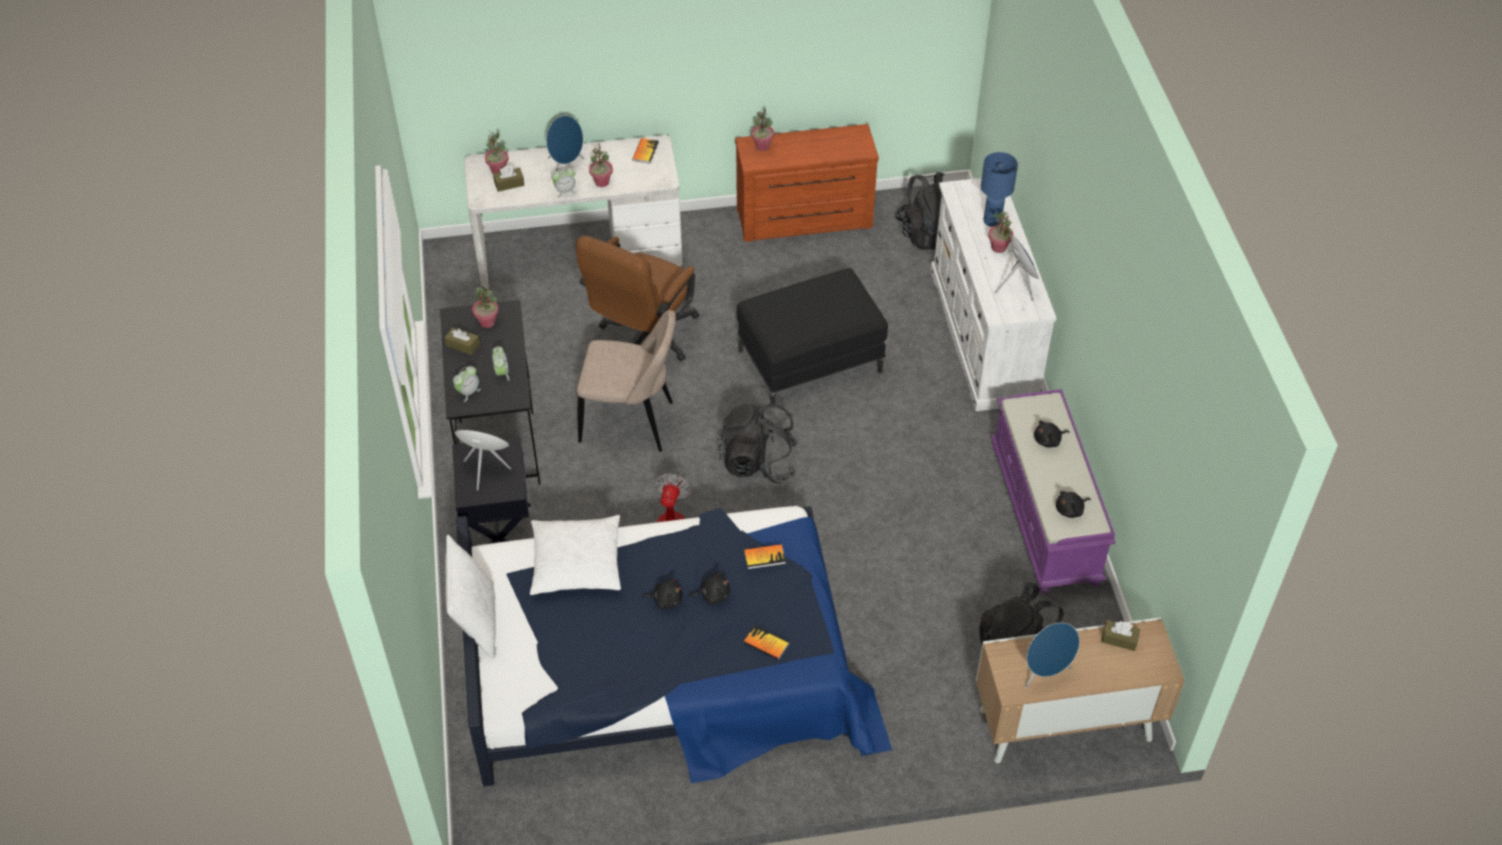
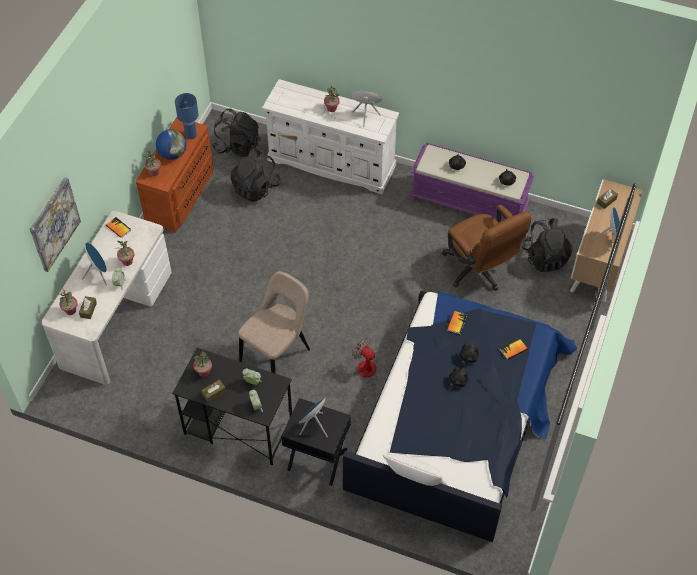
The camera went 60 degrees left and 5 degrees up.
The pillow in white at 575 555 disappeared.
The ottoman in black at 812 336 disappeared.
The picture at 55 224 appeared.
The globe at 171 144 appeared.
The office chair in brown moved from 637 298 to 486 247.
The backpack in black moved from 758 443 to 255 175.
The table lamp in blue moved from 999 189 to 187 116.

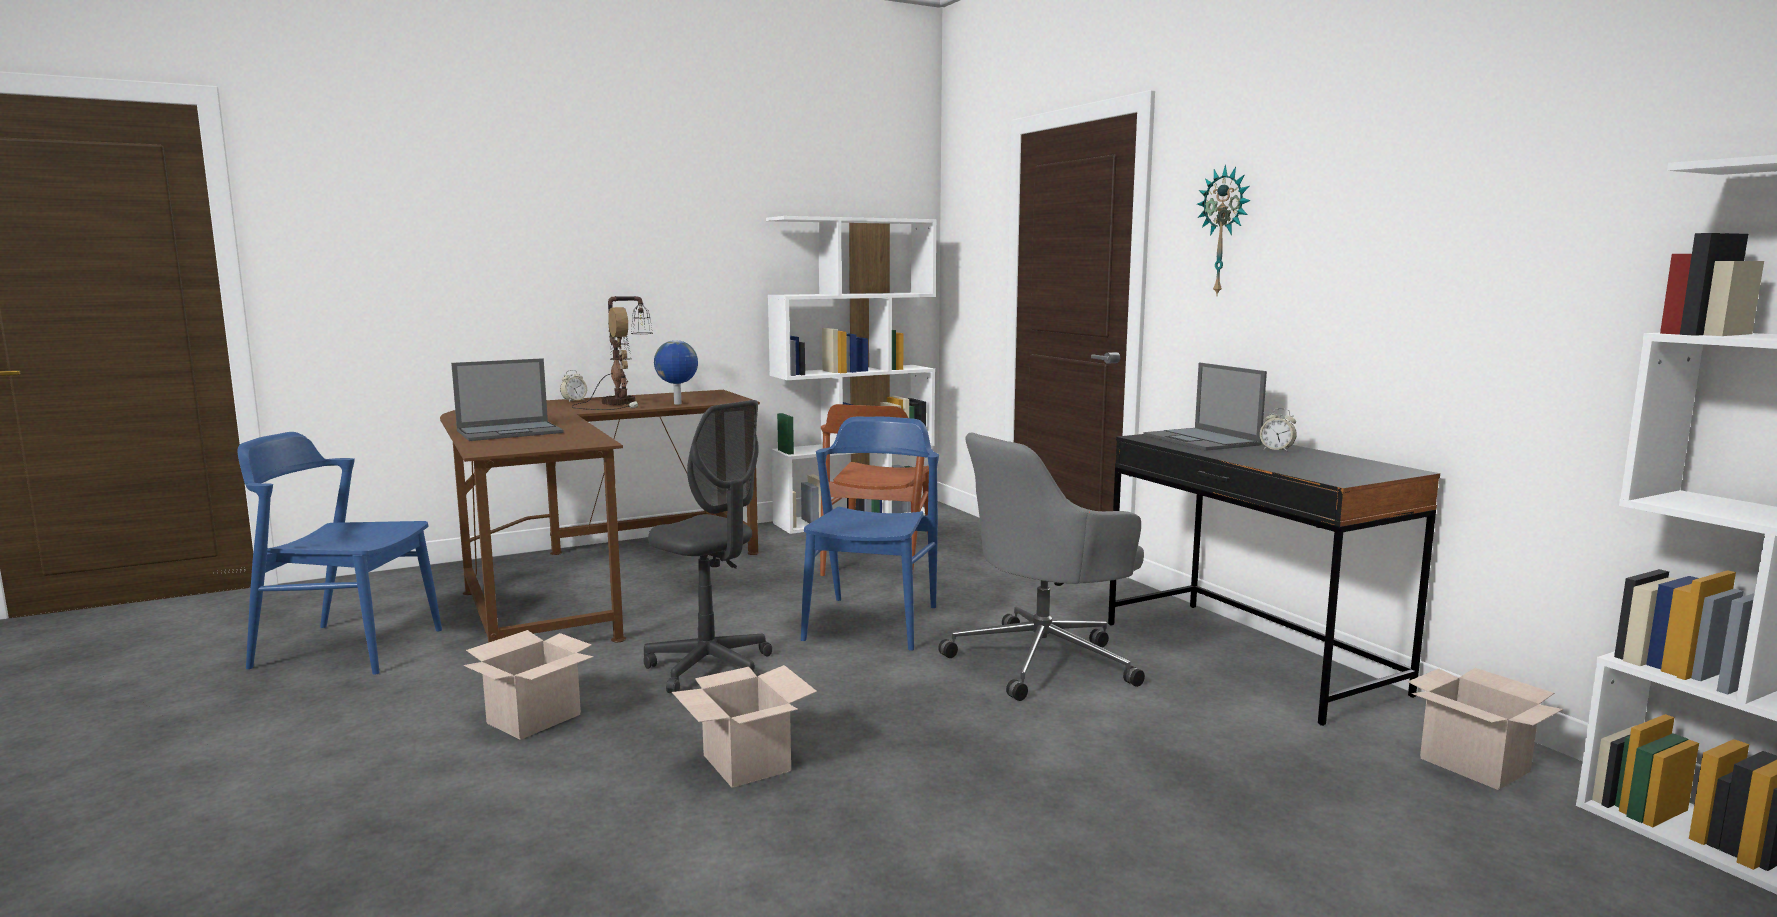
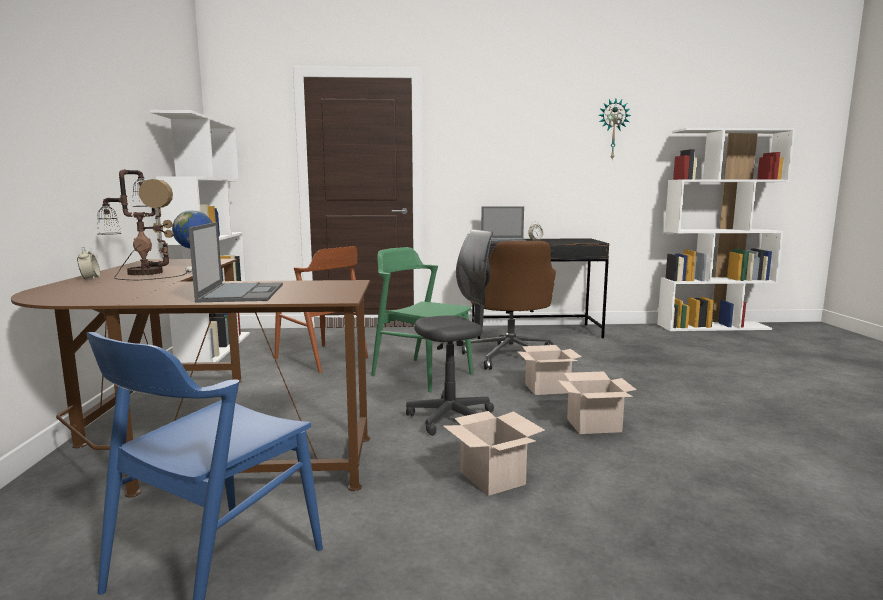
The camera went 65 degrees left and 0 degrees up.
The wall clock moved from 1224 231 to 615 129.
The cardboard box moved from 1485 729 to 549 370.
The chair in blue at 870 534 became the chair in green at 422 319.
The office chair in grey at 1041 567 became the office chair in brown at 509 305.

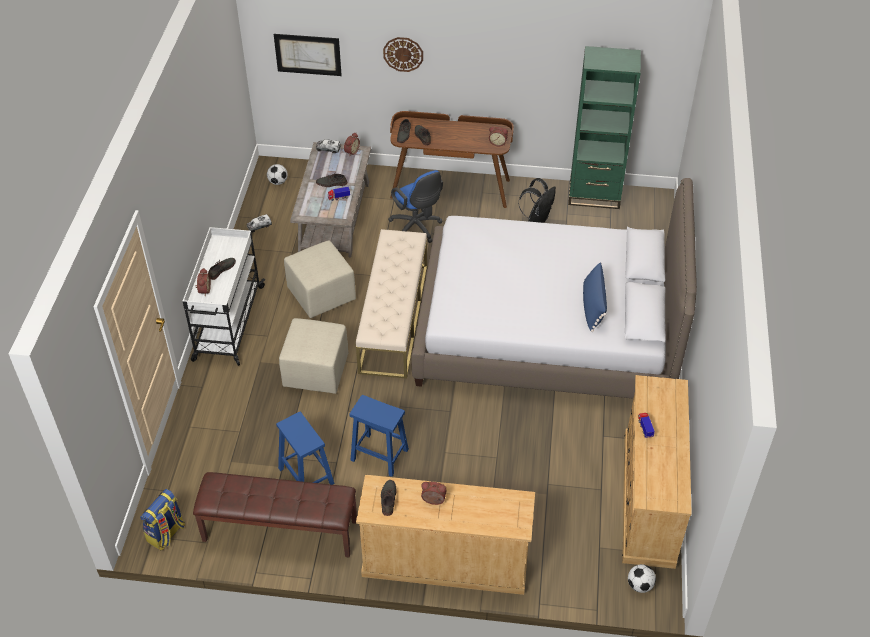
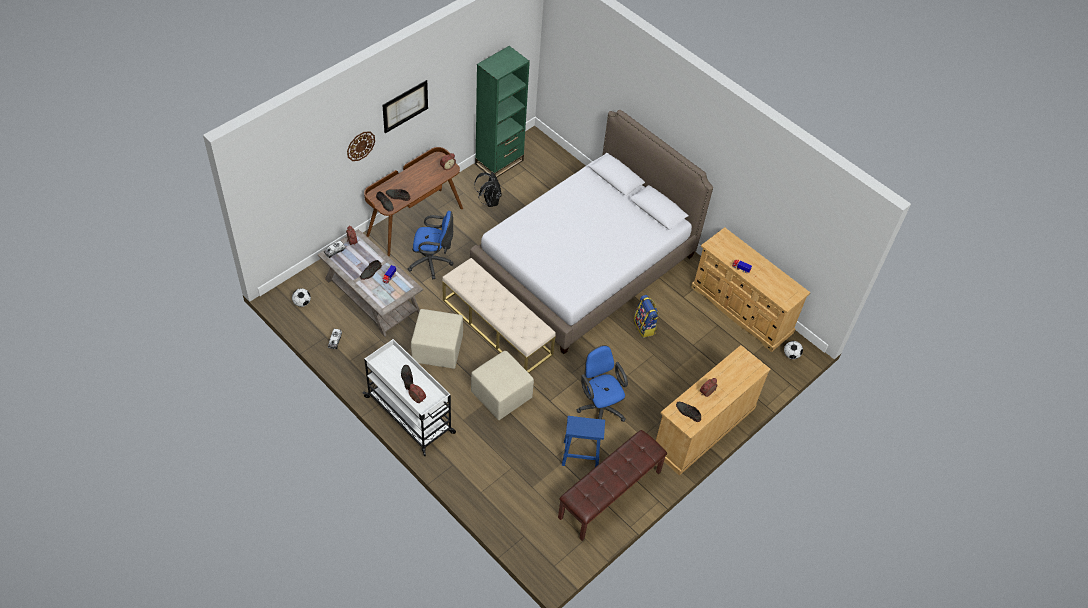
The camera went 55 degrees left and 5 degrees up.
The pillow in blue at 595 297 disappeared.
The backpack moved from 162 519 to 646 316.
The picture moved from 308 55 to 405 106.
The stool in blue at 379 436 was replaced by the office chair in blue at 602 383.

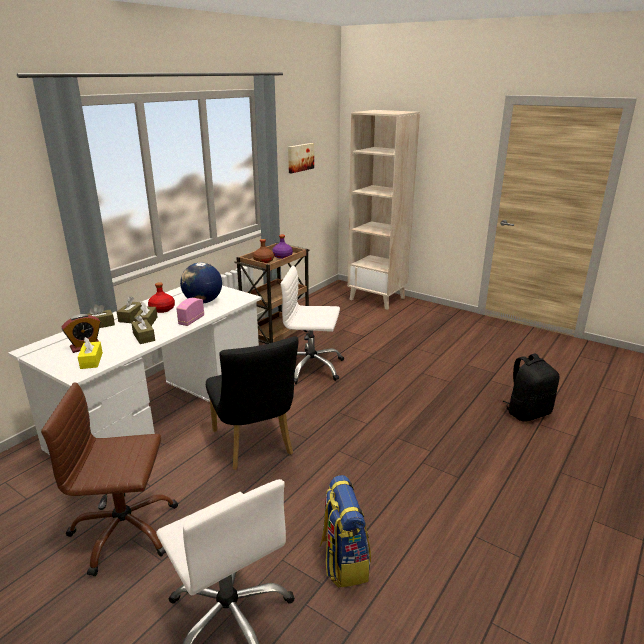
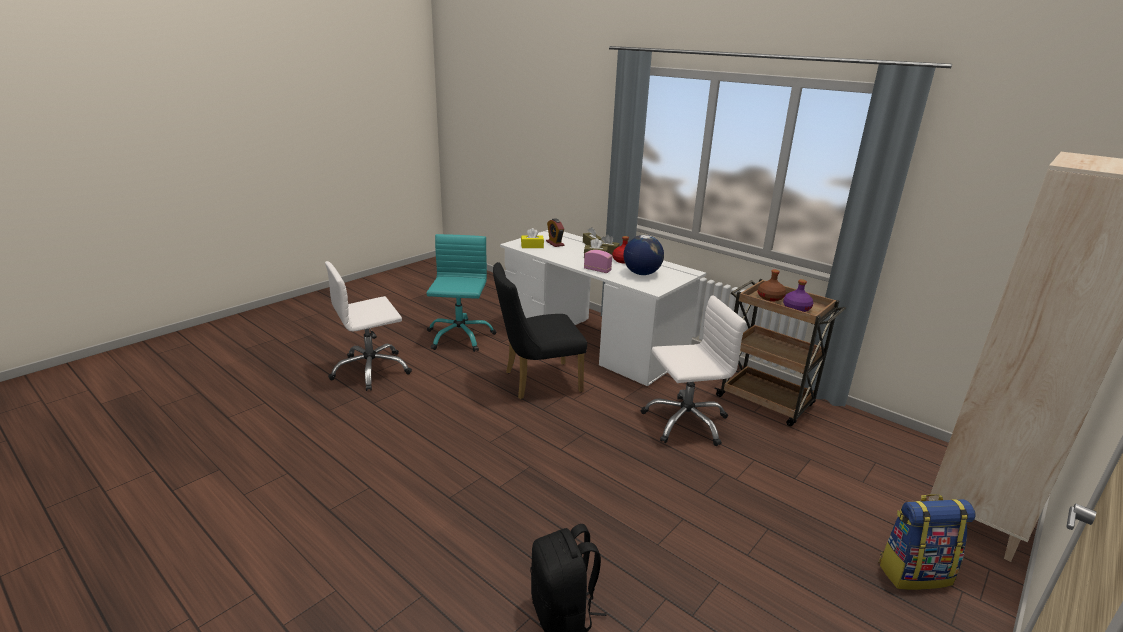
The camera went 95 degrees right and 0 degrees up.
The tissue box in brown at 143 329 disappeared.
The picture at 301 158 disappeared.
The backpack moved from 345 531 to 927 542.
The office chair in brown at 109 479 became the office chair in turquoise at 461 293.
The office chair in white at 312 325 turned 60 degrees clockwise.

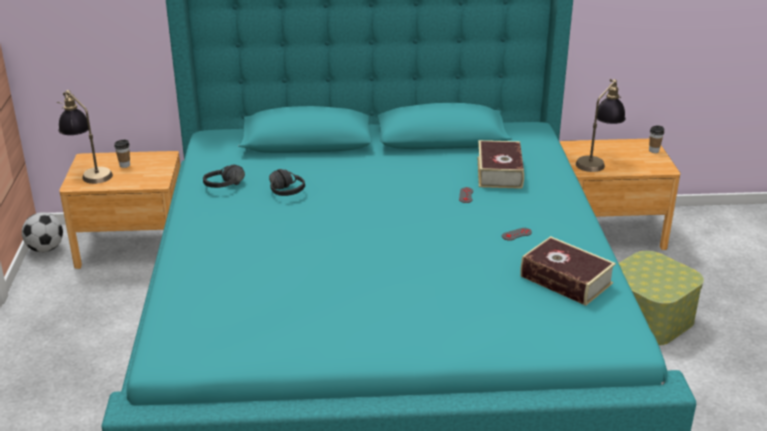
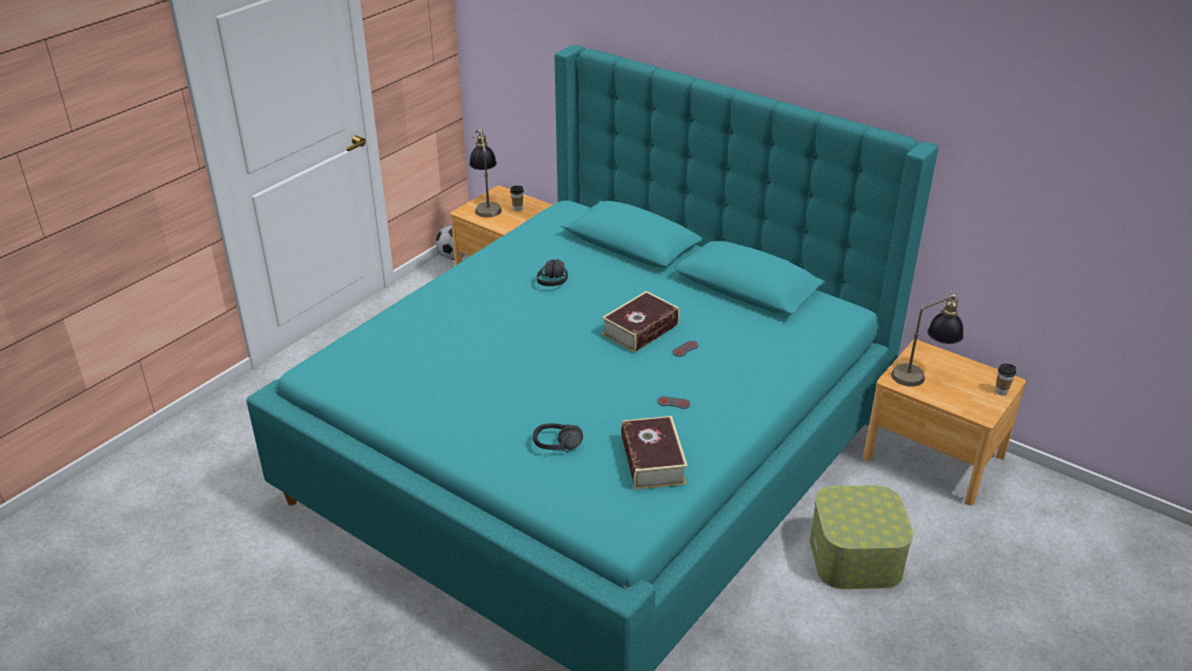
The camera went 40 degrees right and 5 degrees up.
The headphones in black moved from 224 176 to 558 437.
The book moved from 501 164 to 641 322.

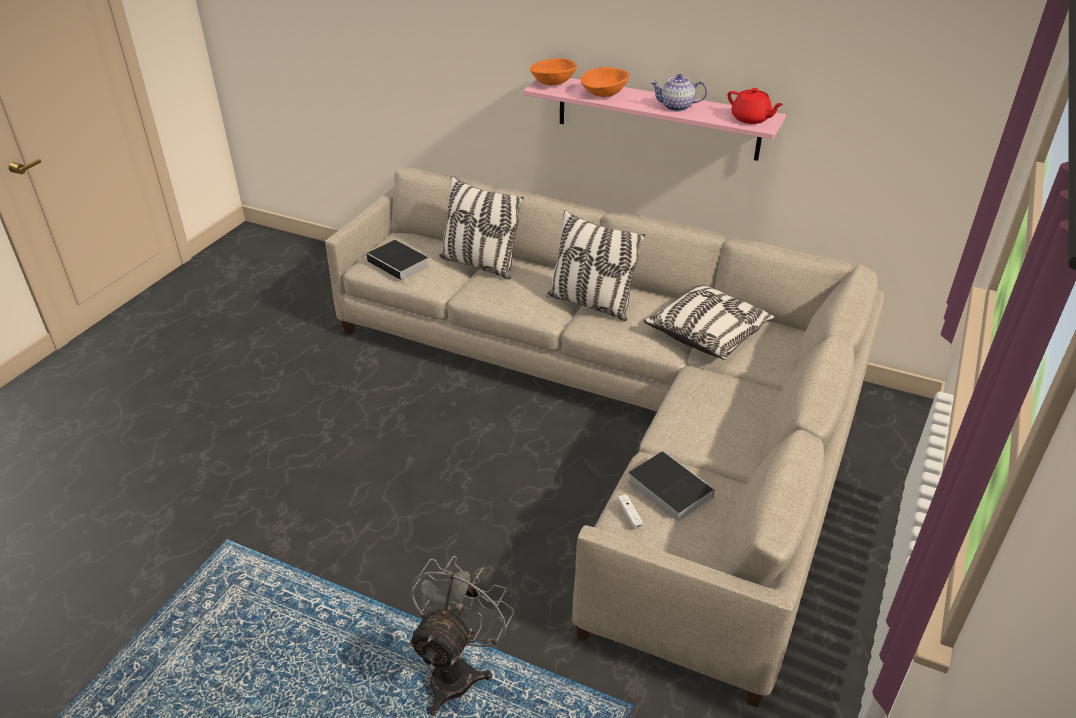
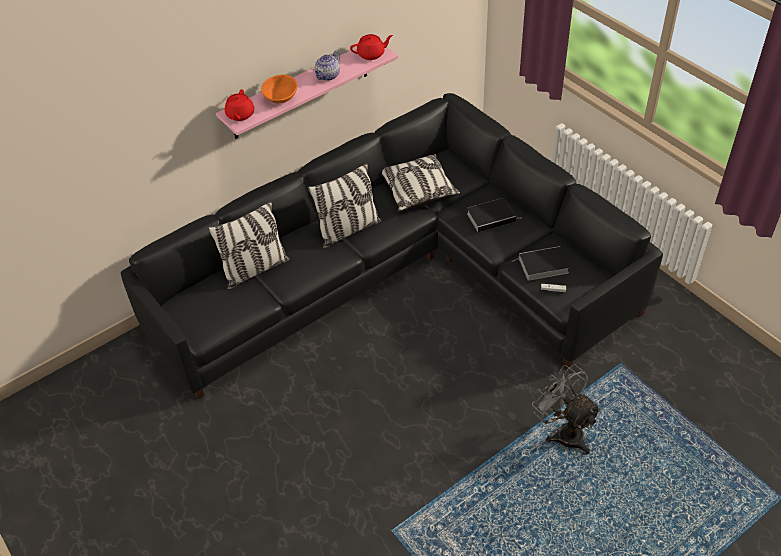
The camera went 60 degrees left and 10 degrees up.
The book moved from 398 261 to 494 215.
The bowl in orange at 553 72 was replaced by the teapot in red at 239 105.
The sofa in beige at 604 438 became the sofa in black at 392 246.

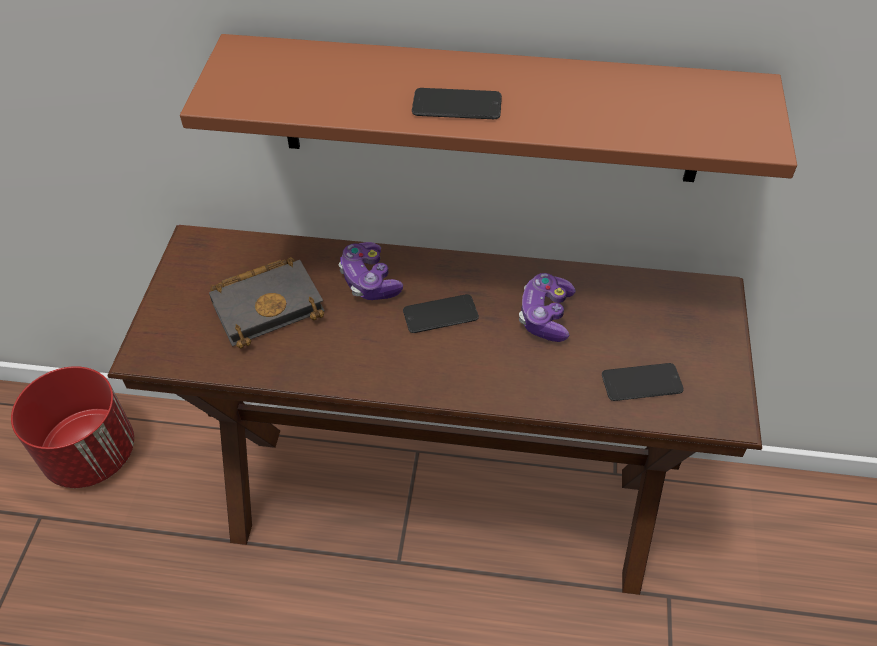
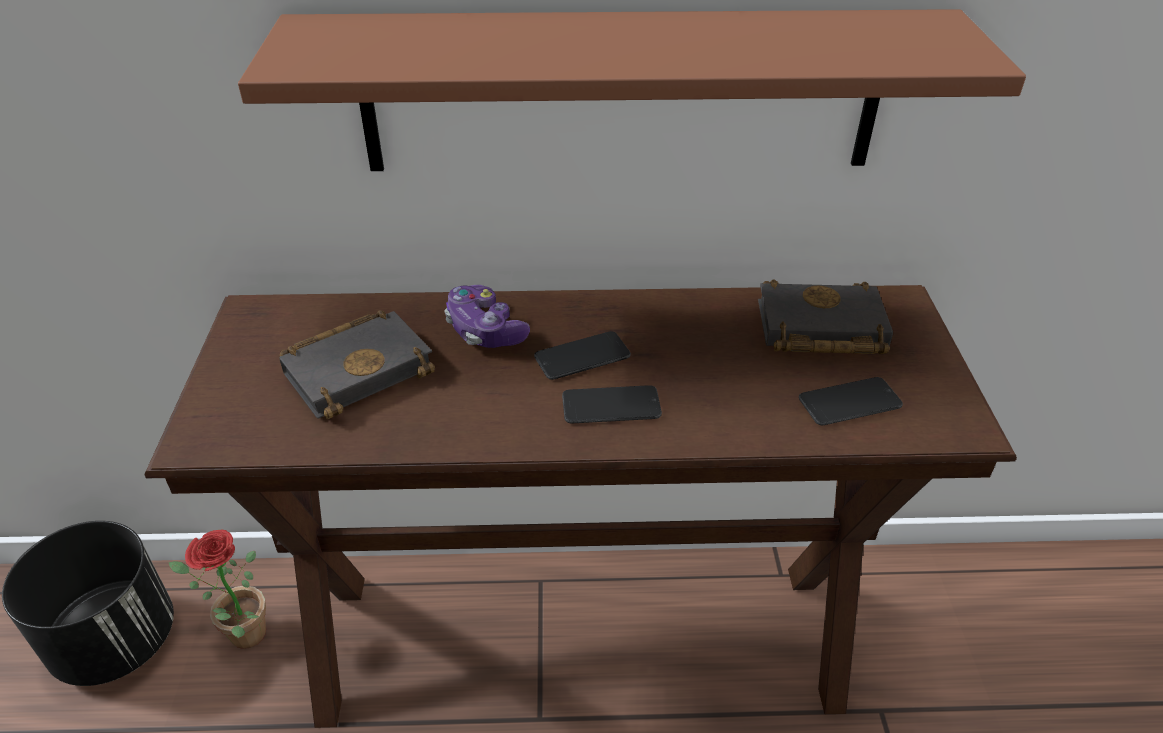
The camera went 10 degrees left and 10 degrees down.
The game controller at 547 307 disappeared.
The potted plant at 217 589 appeared.
The book in black at 825 316 appeared.
The phone moved from 457 103 to 612 404.
The planter in red at 72 427 became the planter in black at 88 603.

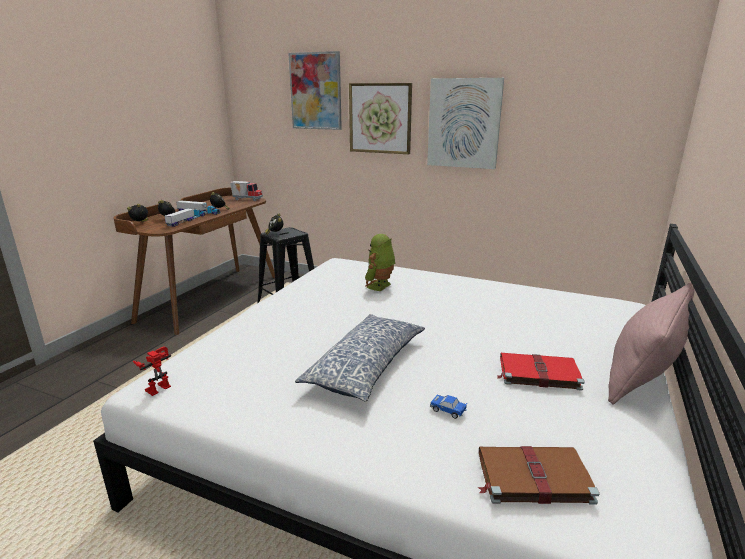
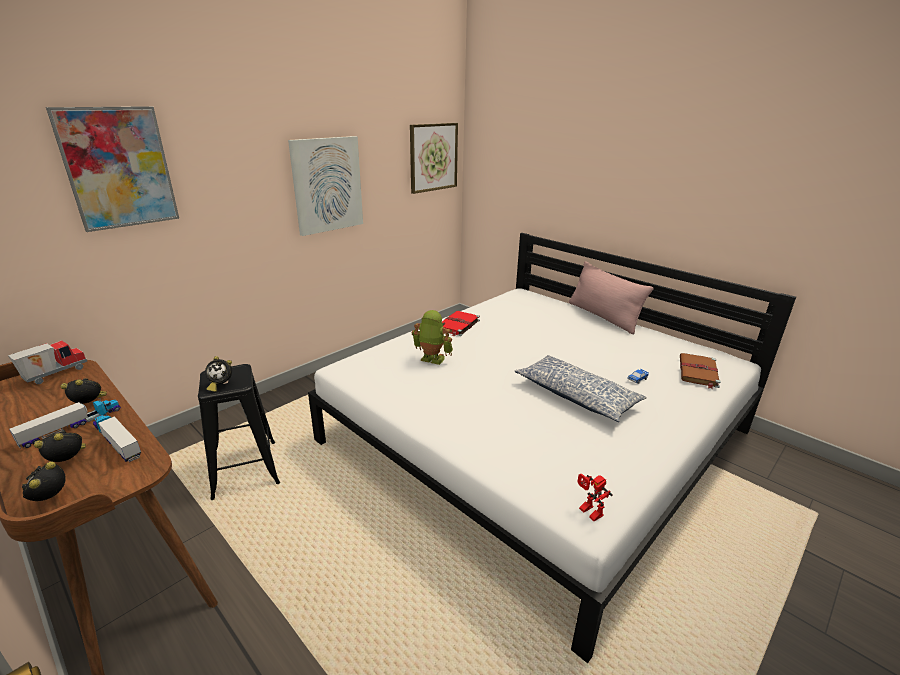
The camera went 70 degrees left and 5 degrees up.
The picture moved from 380 118 to 434 158.
The book in red moved from 540 372 to 461 323.
The toy robot at 380 262 turned 150 degrees clockwise.

